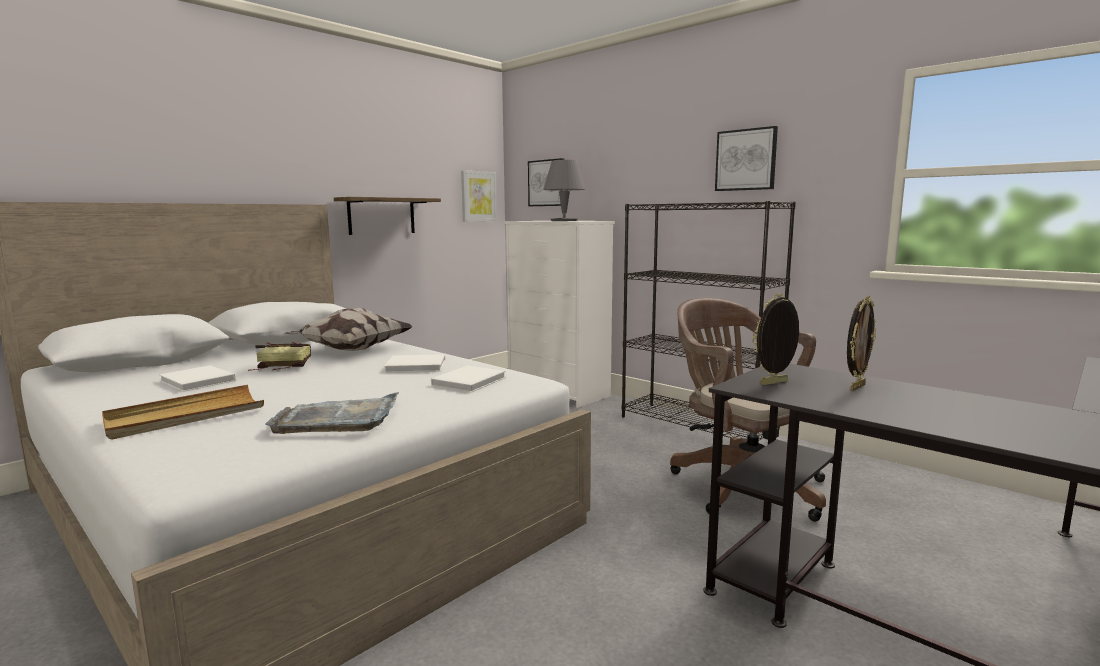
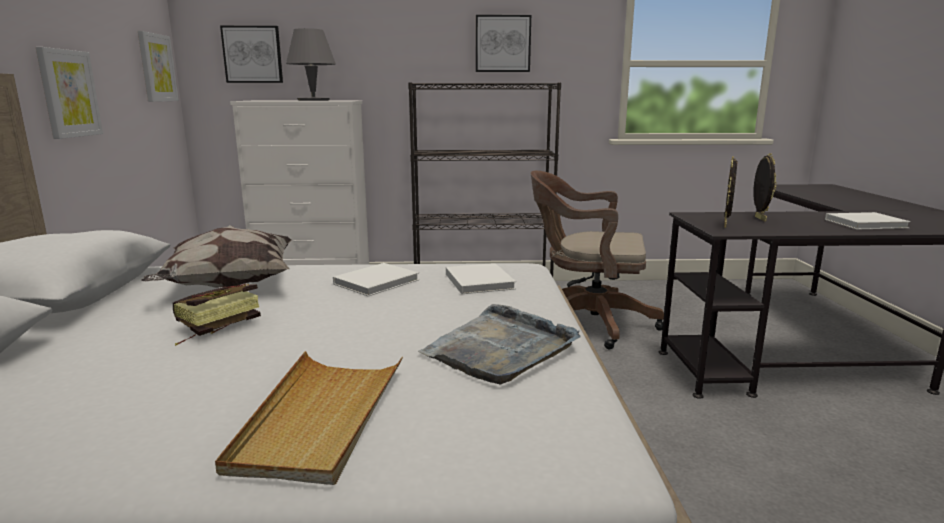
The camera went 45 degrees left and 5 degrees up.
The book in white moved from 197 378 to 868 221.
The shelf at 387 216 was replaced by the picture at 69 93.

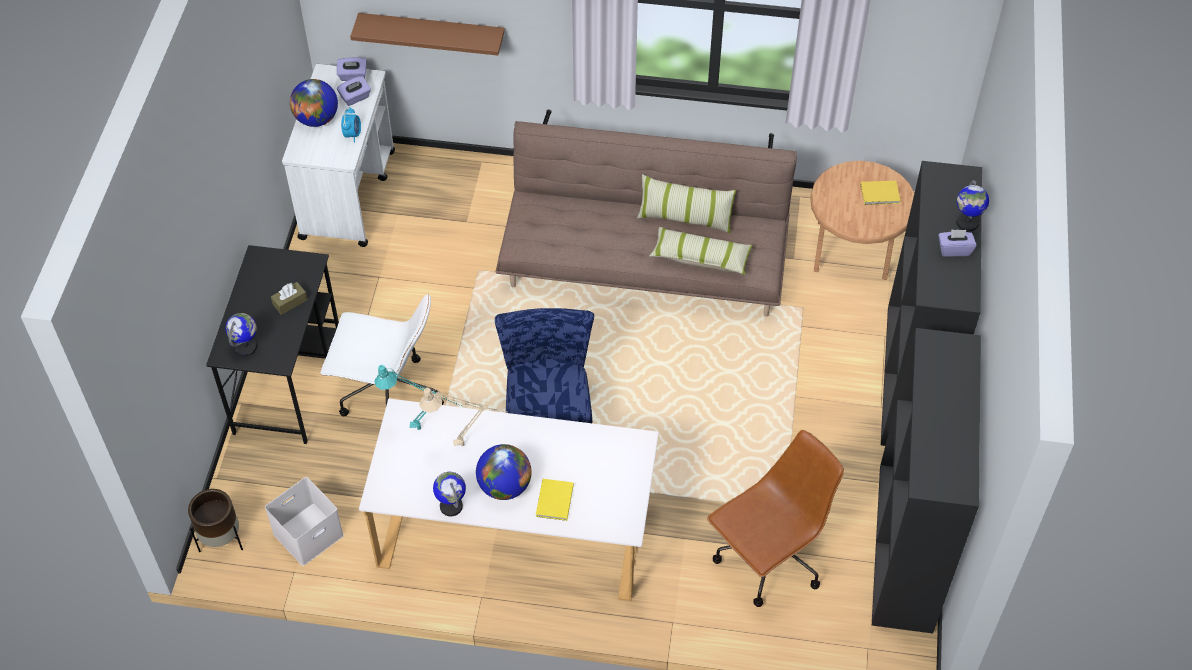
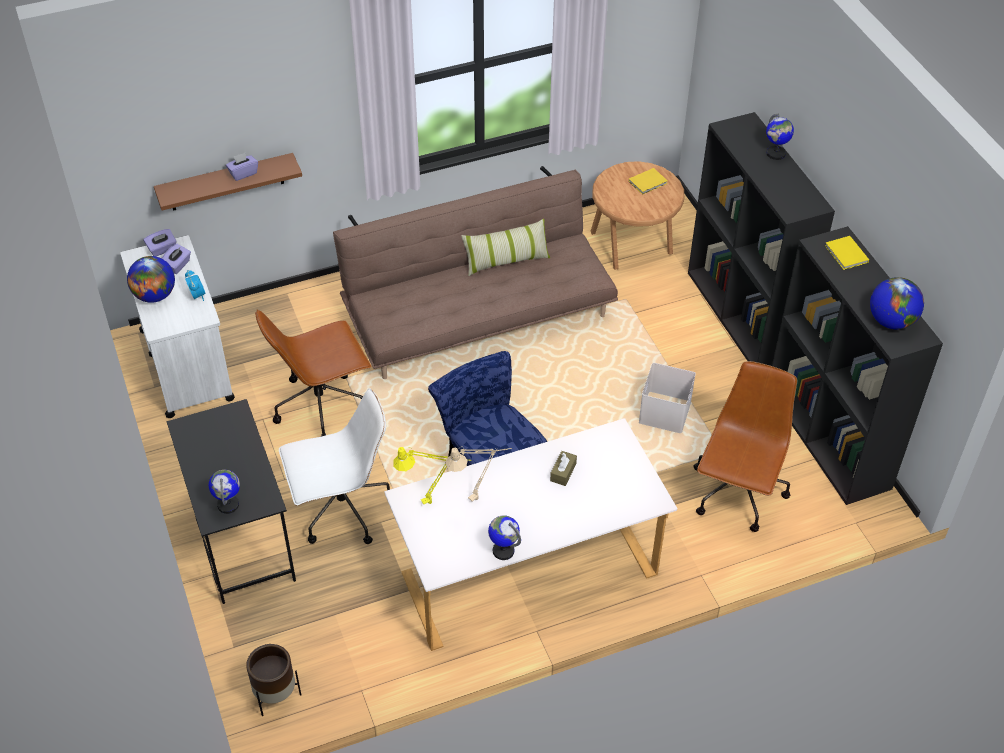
The camera went 30 degrees left and 5 degrees down.
The pillow at 701 251 disappeared.
The office chair in brown at 313 373 appeared.
The storage box in white moved from 304 521 to 667 398.
The tissue box in brown moved from 289 298 to 563 468.
The globe moved from 503 472 to 897 303.
The book in yellow moved from 555 500 to 847 253.
The tissue box in purple moved from 957 243 to 242 167.
The table lamp in turquoise at 418 397 became the table lamp in yellow at 432 476.

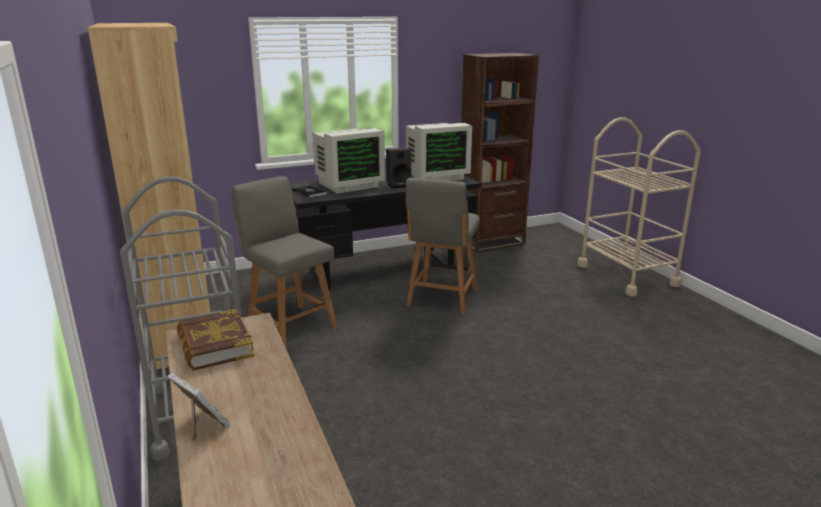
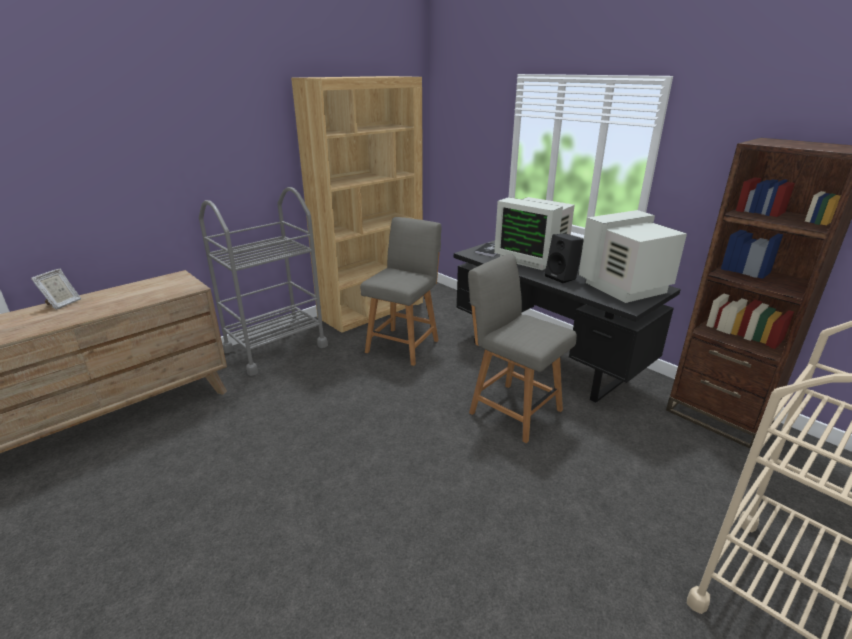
The camera went 70 degrees right and 5 degrees up.
The book at 215 339 disappeared.
The monitor at 438 152 turned 105 degrees clockwise.
The chair in grey at 443 246 turned 45 degrees clockwise.

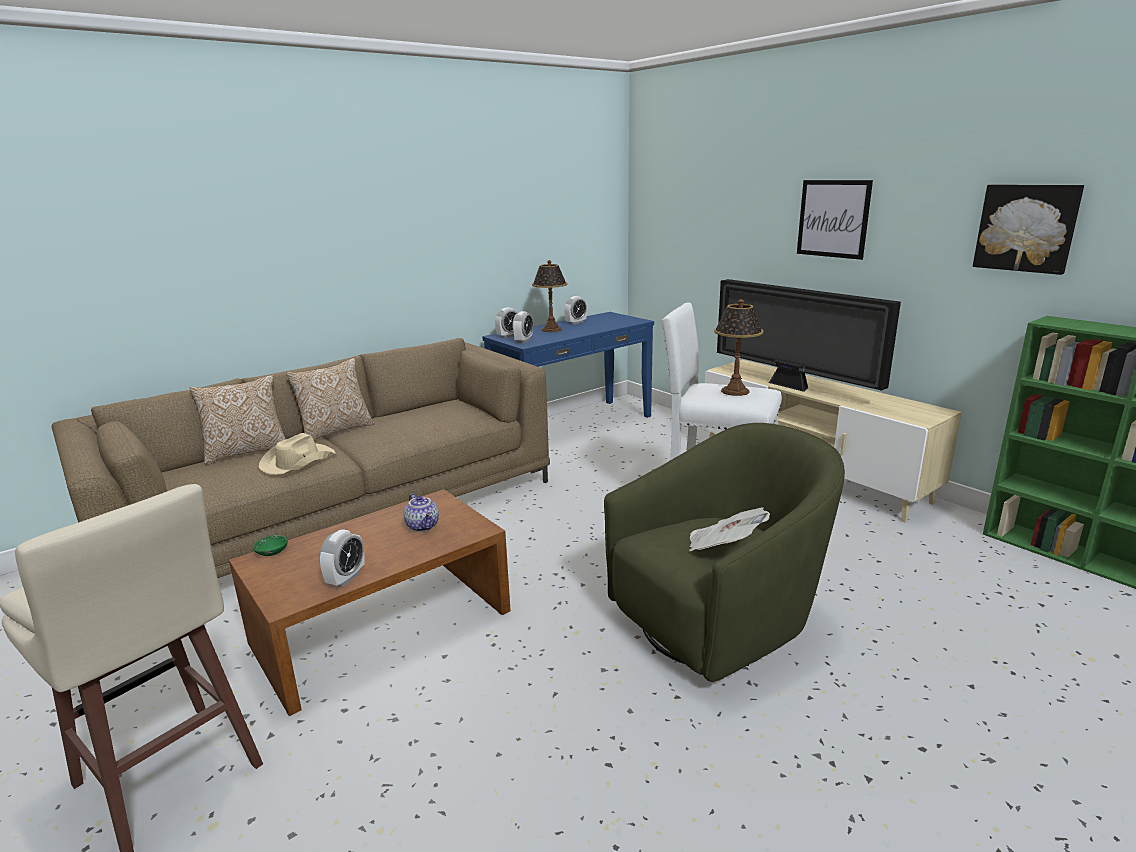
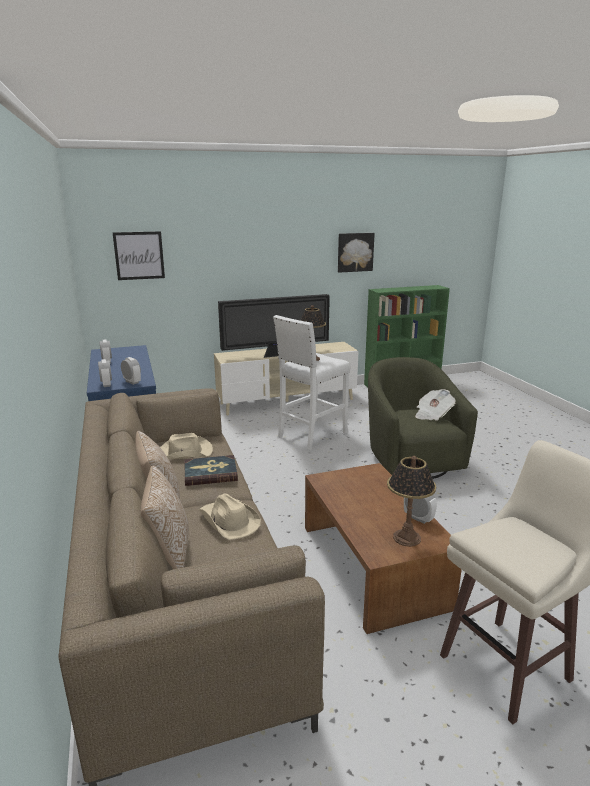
The camera went 70 degrees left and 0 degrees up.
The bowl in green at 270 545 disappeared.
The teapot at 421 513 disappeared.
The hat in beige at 186 446 appeared.
The book at 211 470 appeared.
The table lamp moved from 549 296 to 411 501.
The picture moved from 835 220 to 138 255.

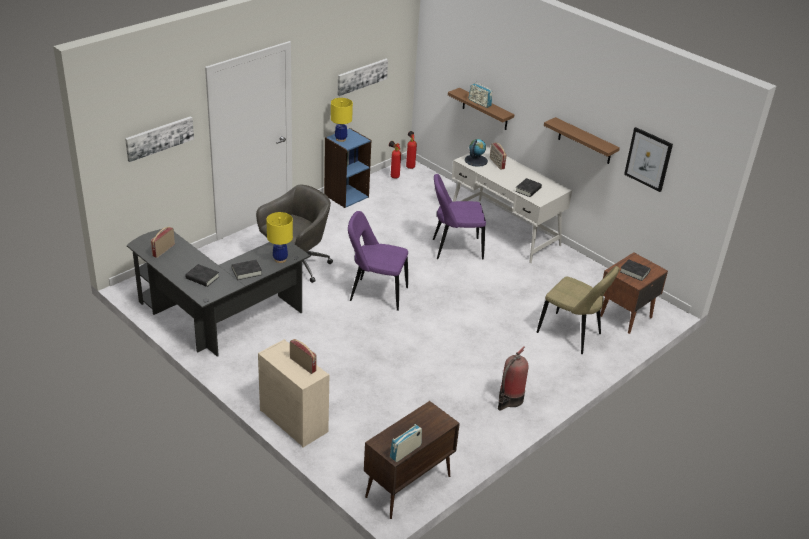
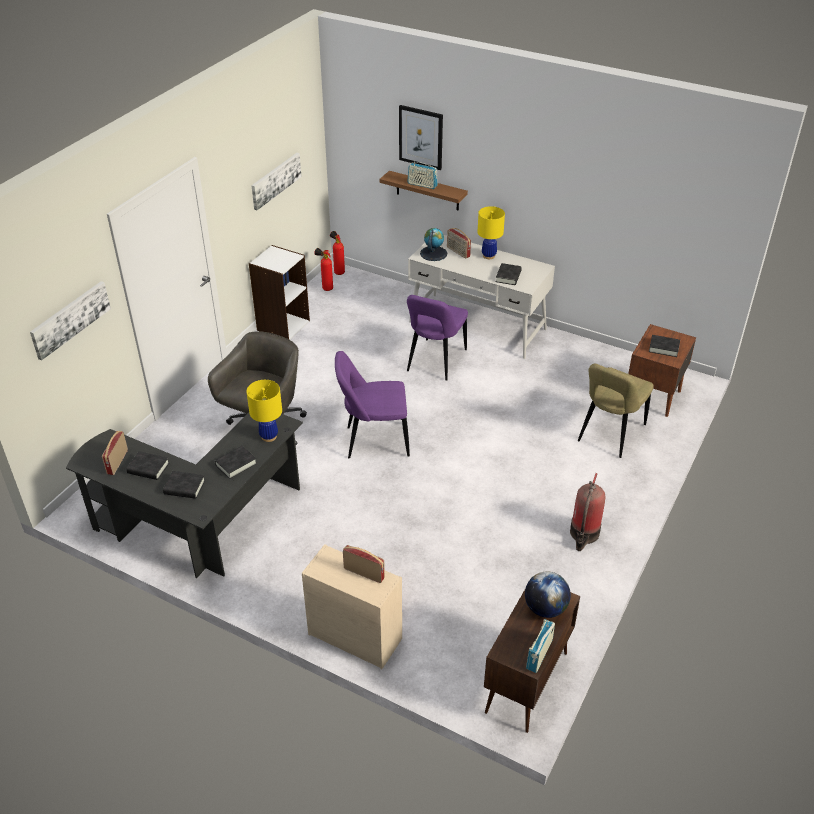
The camera went 15 degrees left and 5 degrees up.
The shelf in brown at 582 140 disappeared.
The book in black at 147 465 appeared.
The globe at 548 594 appeared.
The table lamp in yellow moved from 342 120 to 491 232.
The picture moved from 648 159 to 421 137.
The bookcase in blue at 347 168 became the bookcase in white at 279 292.
The chair in purple at 459 216 turned 45 degrees counterclockwise.
The chair in beige at 578 310 turned 105 degrees clockwise.

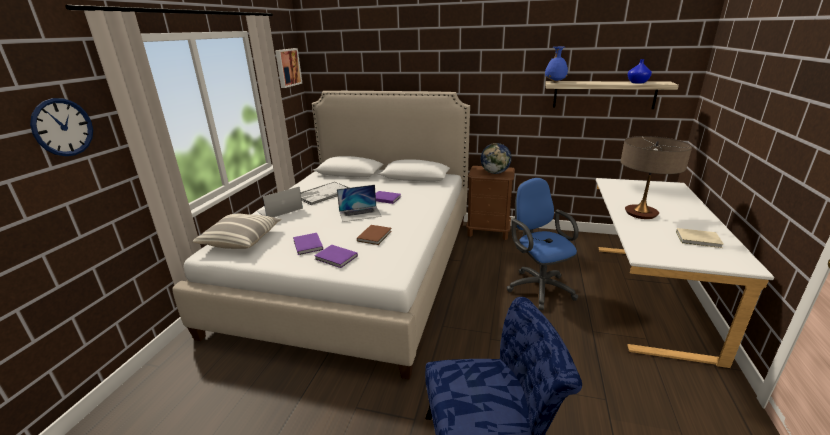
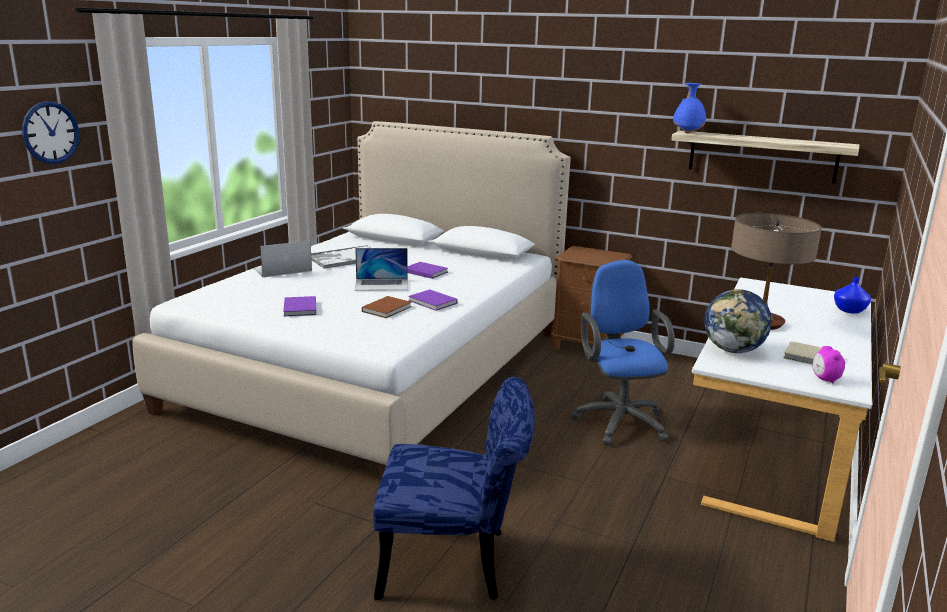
The camera went 10 degrees right and 5 degrees down.
The pillow at 236 231 disappeared.
The picture at 289 68 disappeared.
The alarm clock at 829 365 appeared.
The book in purple moved from 336 256 to 432 300.
The globe moved from 496 158 to 738 321.
The vase in blue moved from 640 71 to 852 295.

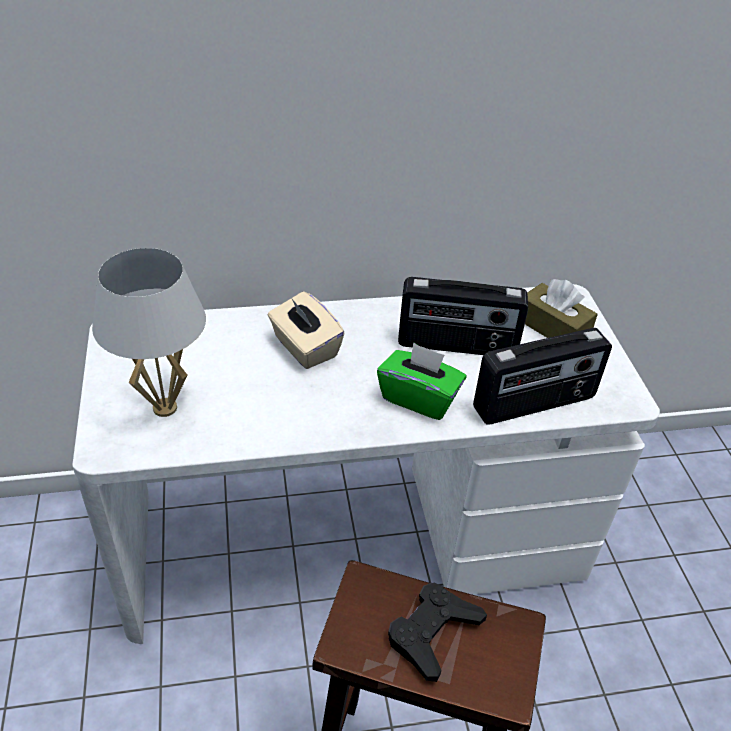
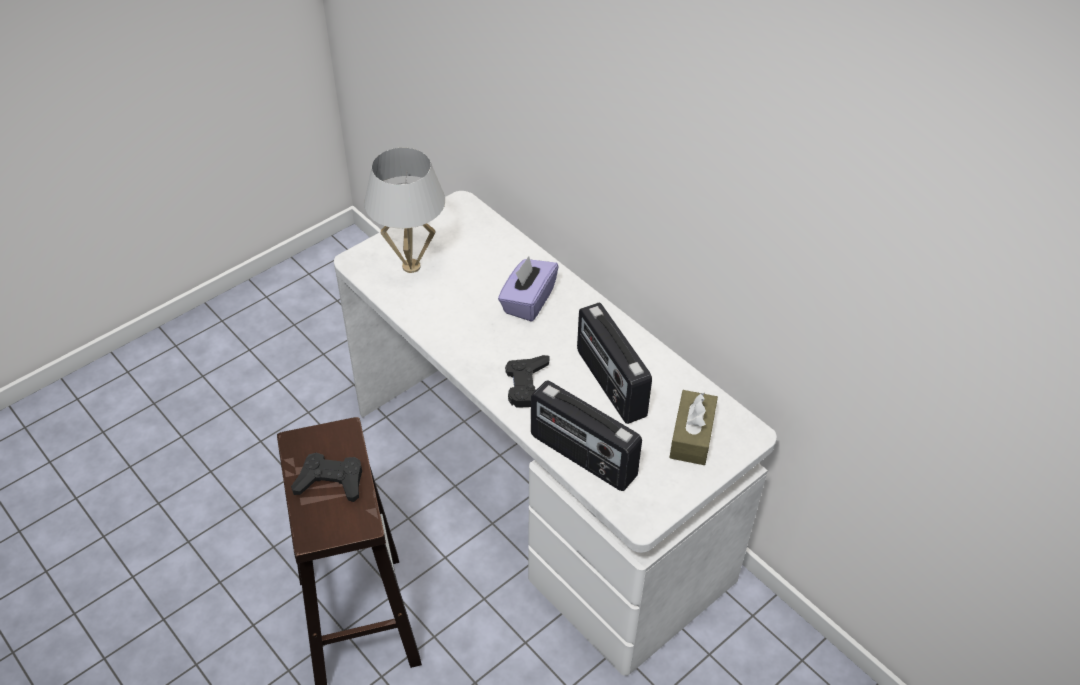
The camera went 60 degrees right and 5 degrees up.
The tissue box in green at 421 381 was replaced by the game controller in black at 527 381.
The tissue box in beige at 306 330 became the tissue box in purple at 528 289.

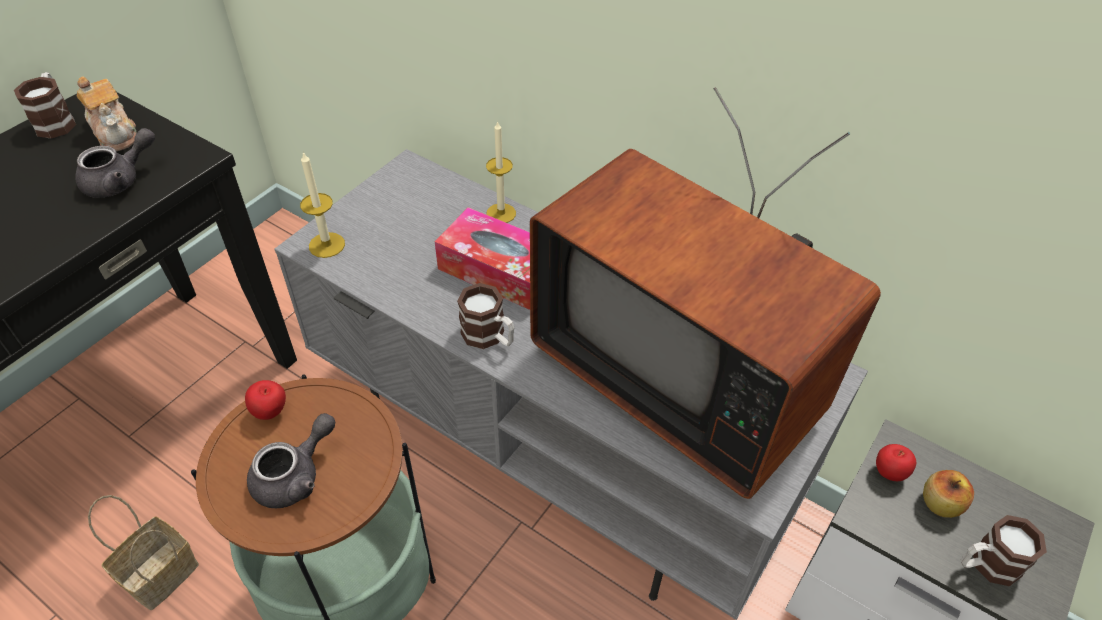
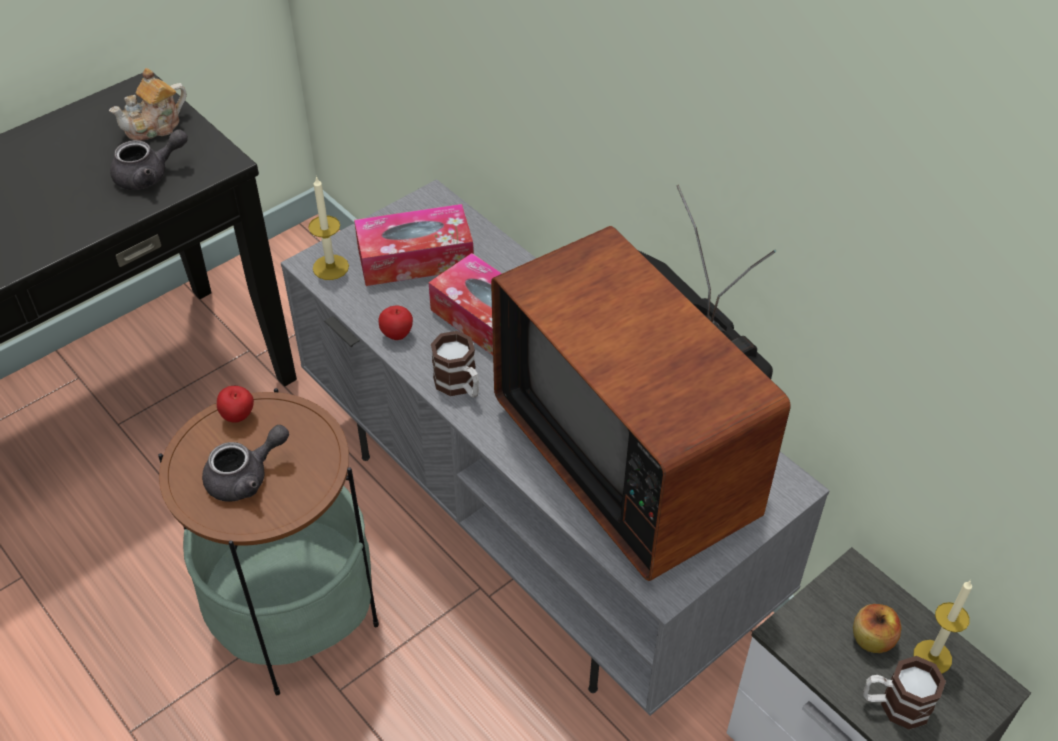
The camera went 15 degrees right and 0 degrees up.
The mug at 45 105 disappeared.
The basket at 143 552 disappeared.
The tissue box at 414 245 appeared.
The candle moved from 501 171 to 943 627.
The apple moved from 896 462 to 396 322.
The teapot at 106 113 turned 75 degrees clockwise.

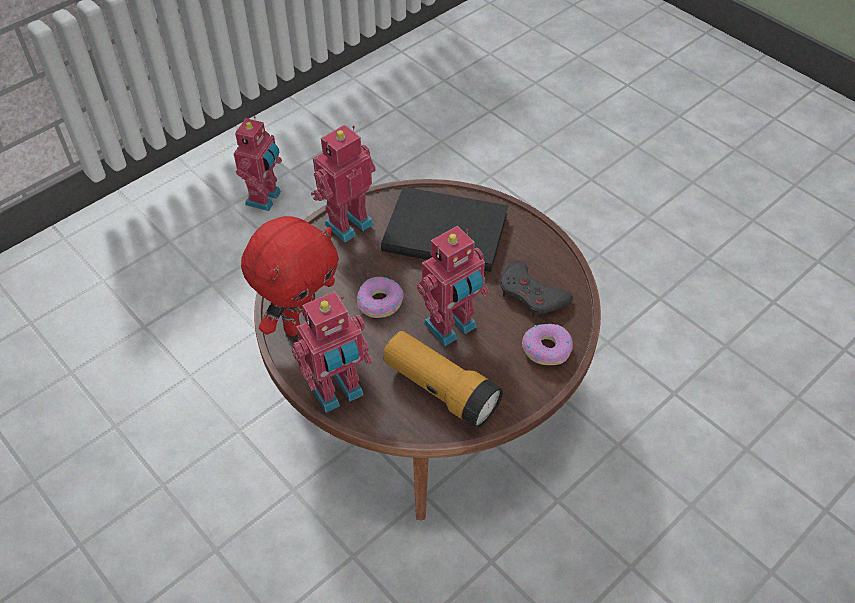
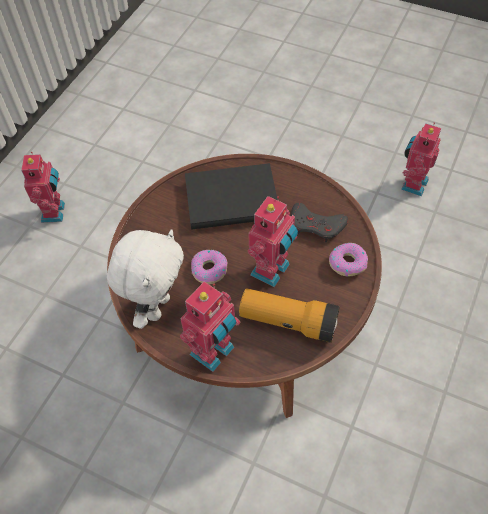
The camera went 20 degrees left and 5 degrees up.
The toy robot moved from 343 183 to 421 159.
The plush toy in red at 290 276 became the plush toy in white at 145 279.

